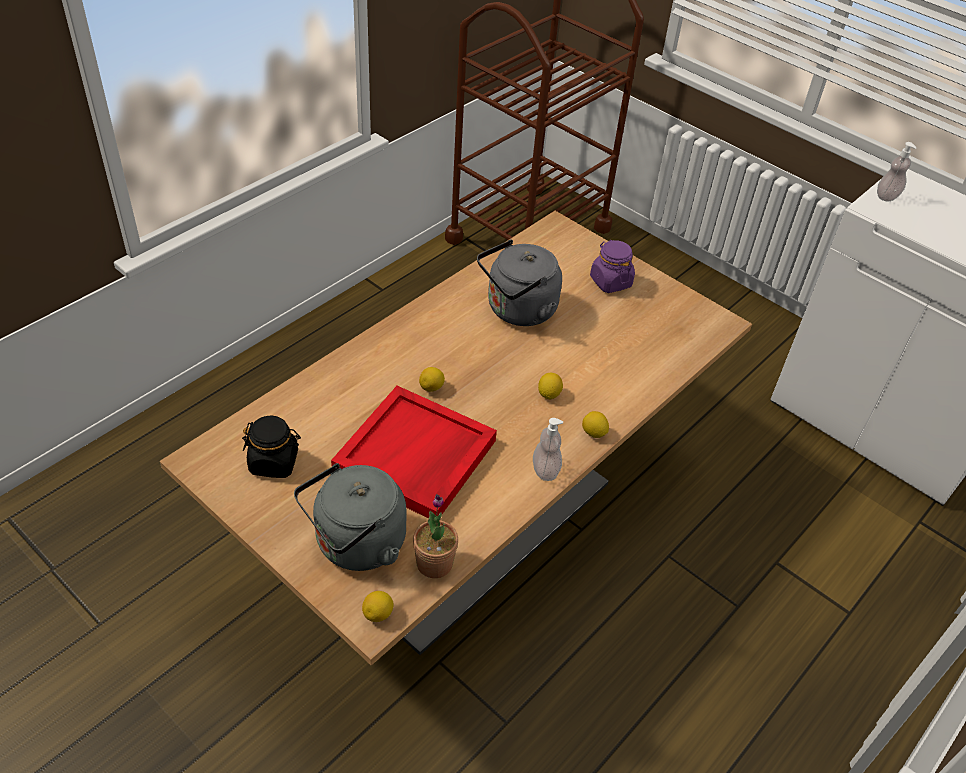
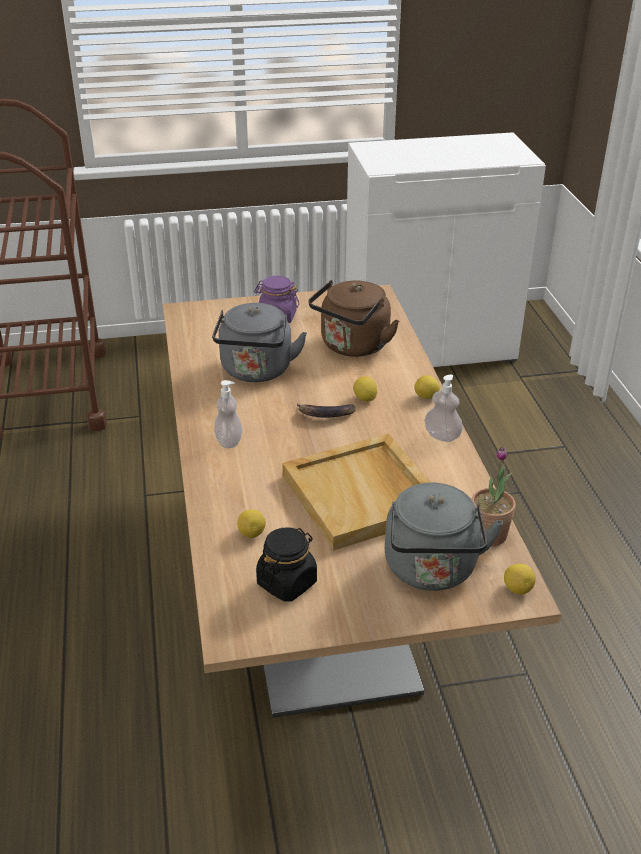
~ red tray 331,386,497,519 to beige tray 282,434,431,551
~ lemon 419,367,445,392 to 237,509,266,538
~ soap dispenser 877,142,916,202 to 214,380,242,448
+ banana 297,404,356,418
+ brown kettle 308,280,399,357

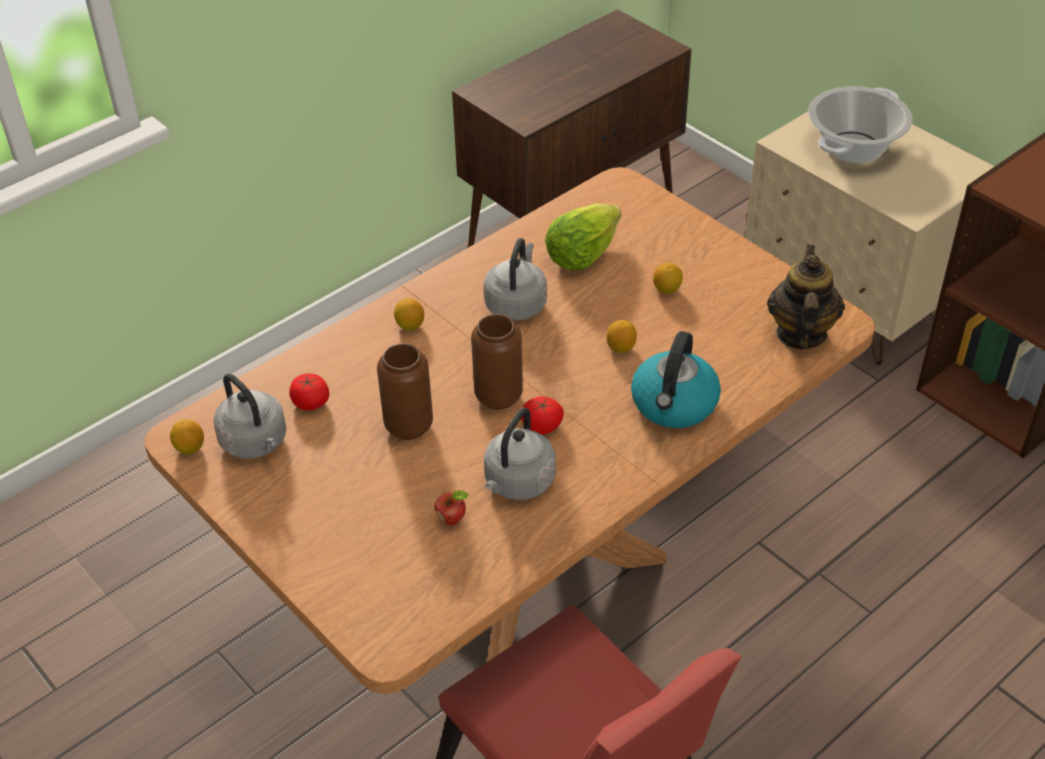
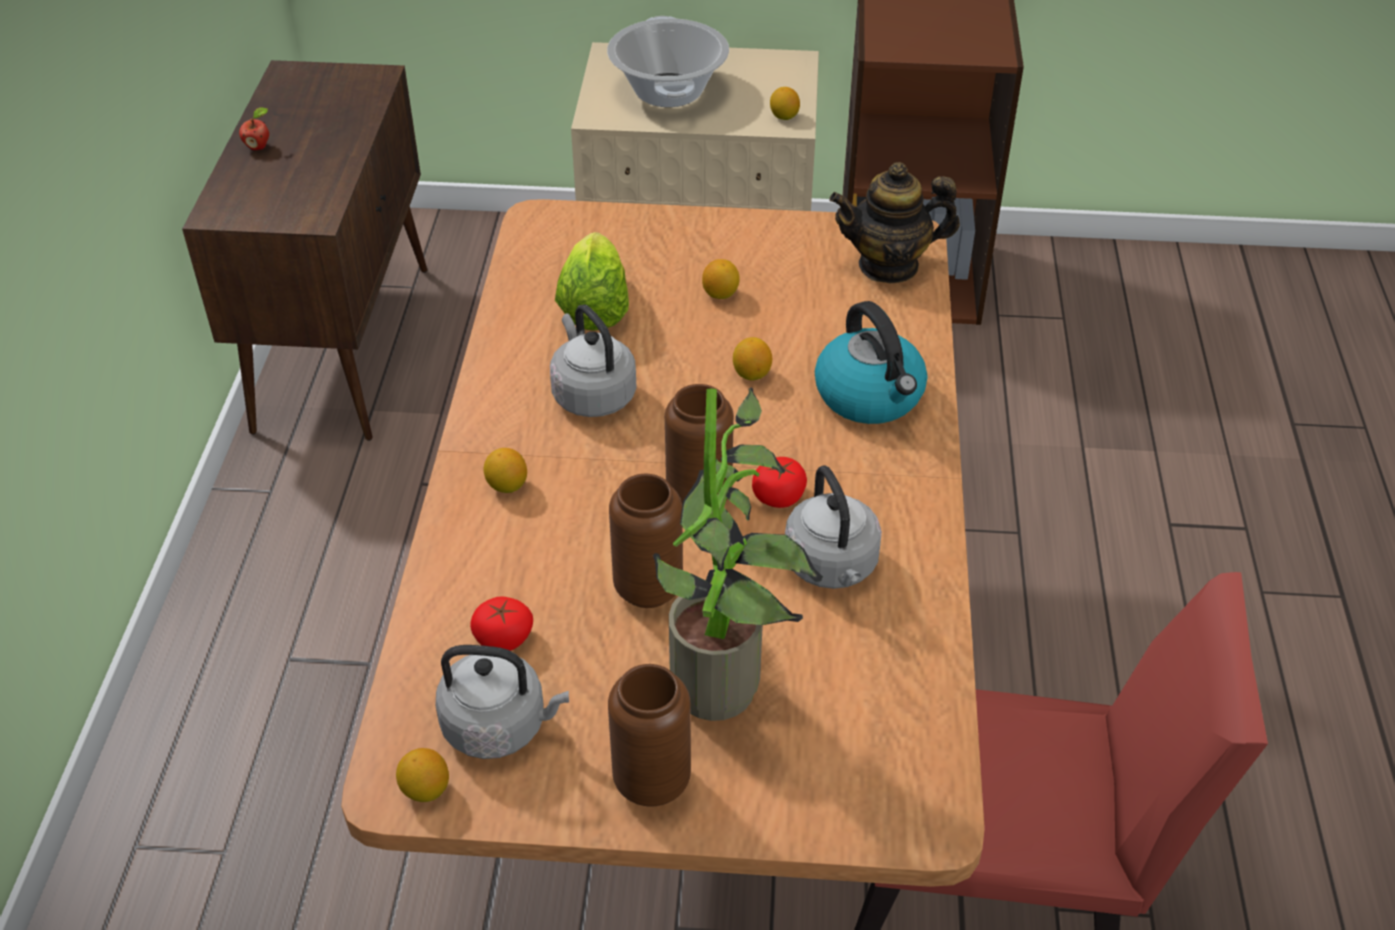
~ apple 434,490,469,525 to 239,107,269,150
~ teapot 767,245,845,349 = 829,162,960,284 60 degrees counterclockwise
+ brown vase 608,664,691,807
+ potted plant 653,388,823,721
+ lemon 770,87,800,120

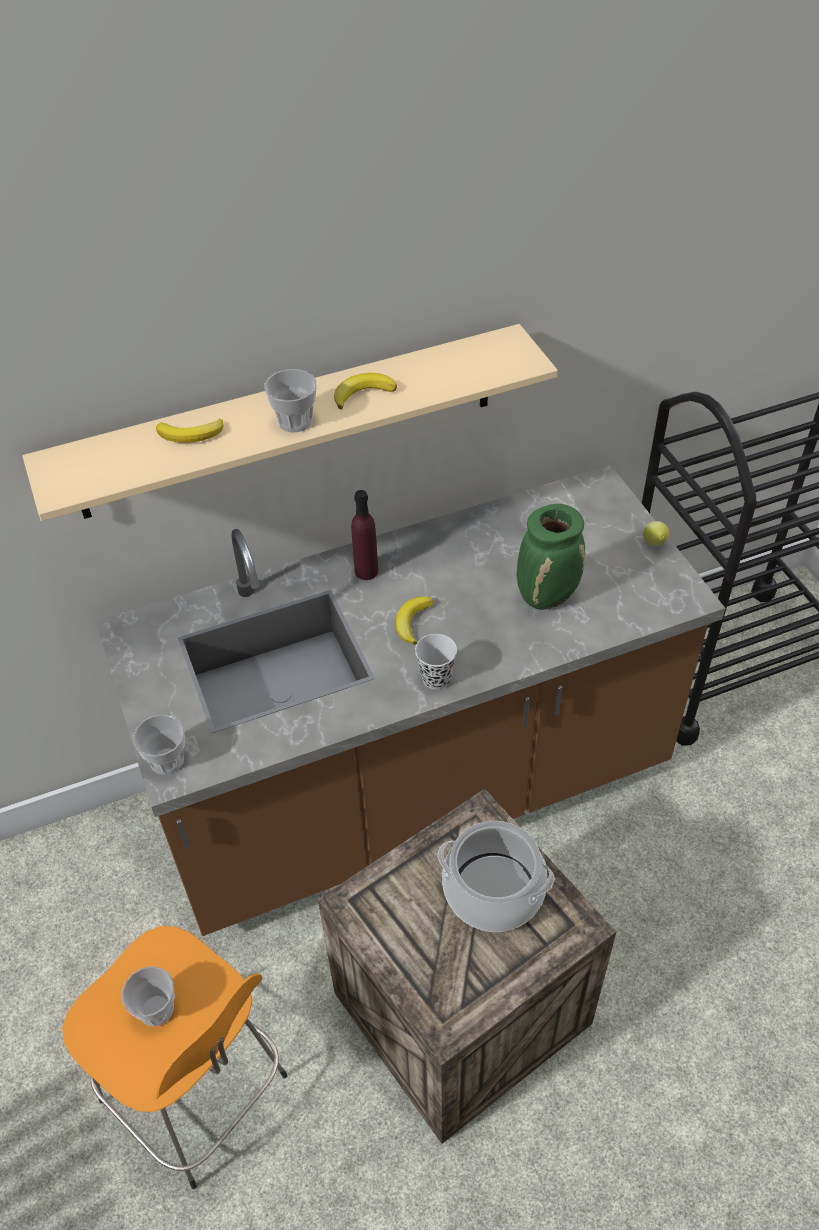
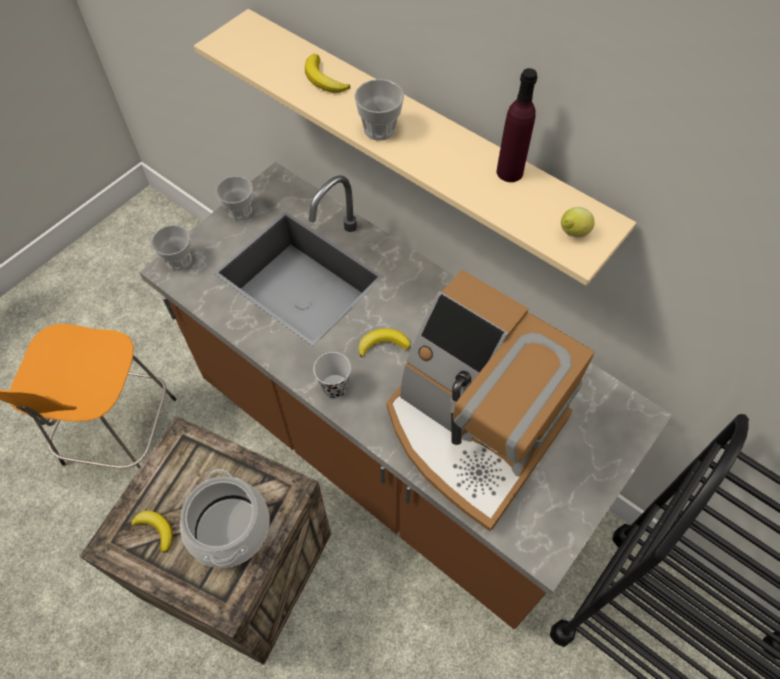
~ cup 122,966,175,1026 to 216,176,253,220
~ banana 334,373,397,410 to 131,511,173,553
~ purple bottle 351,490,378,580 to 497,68,537,182
~ green vase 517,504,585,610 to coffee machine 386,270,594,531
~ lemon 643,521,669,546 to 561,207,595,238

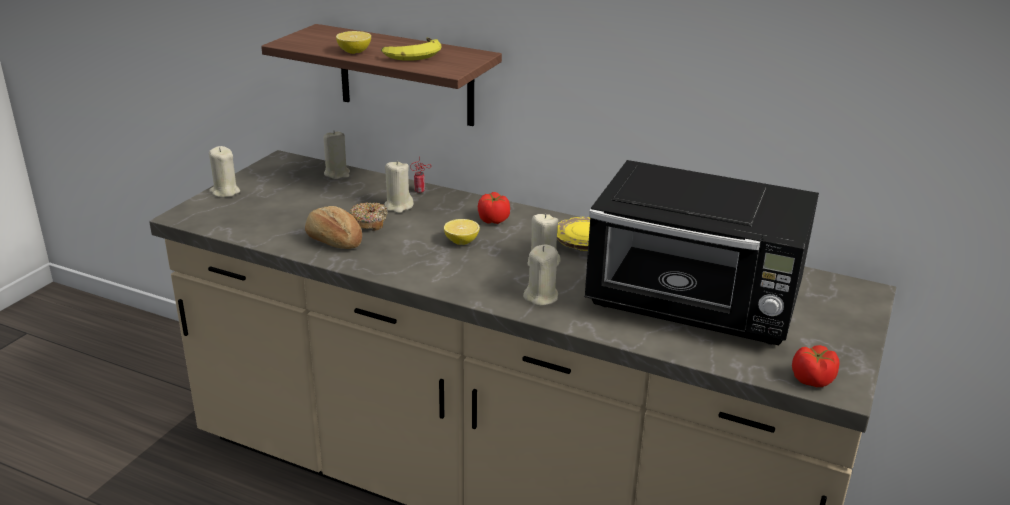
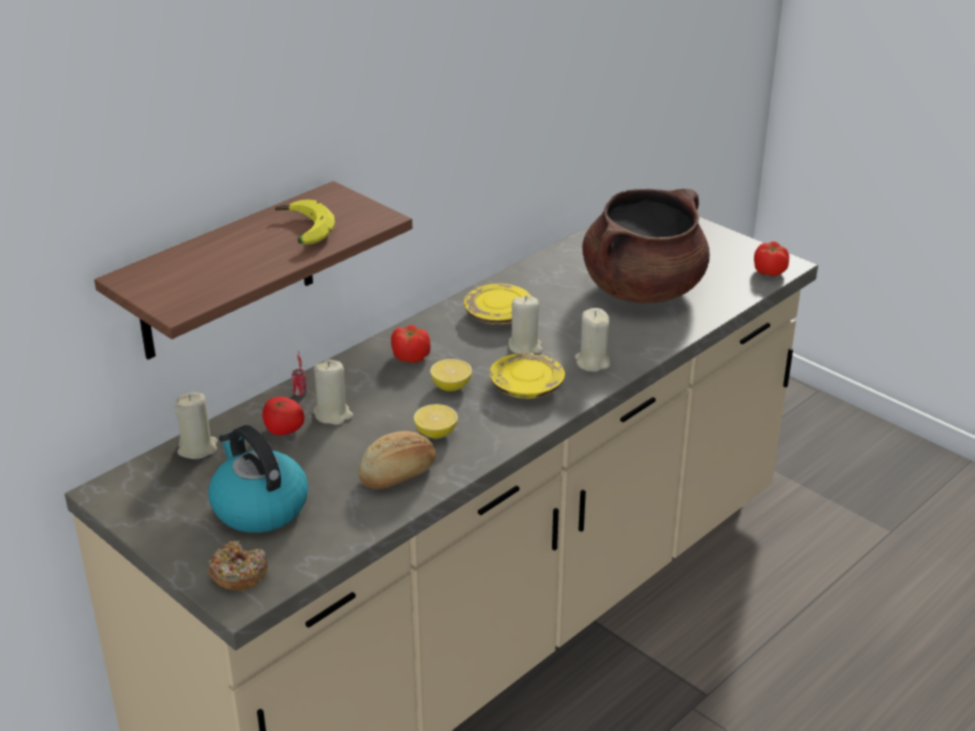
- beige candle 209,146,240,198
~ lemon 336,31,371,54 to 414,404,458,439
~ donut 350,202,387,231 to 208,540,268,591
~ black microwave 584,160,819,346 to brown cooking pot 582,189,710,303
+ kettle 208,425,308,533
+ tomato 262,397,305,435
+ yellow plate 490,353,565,399

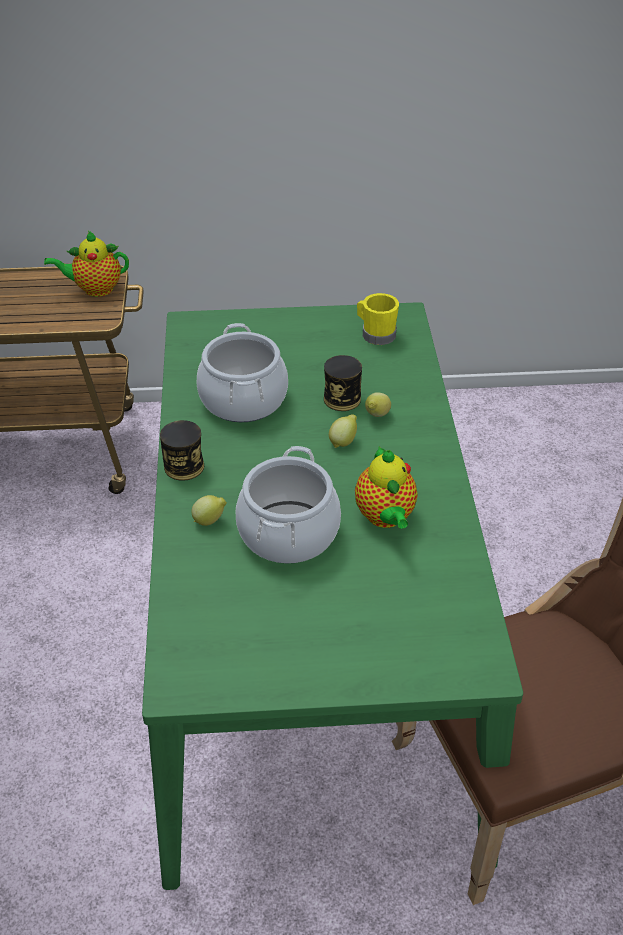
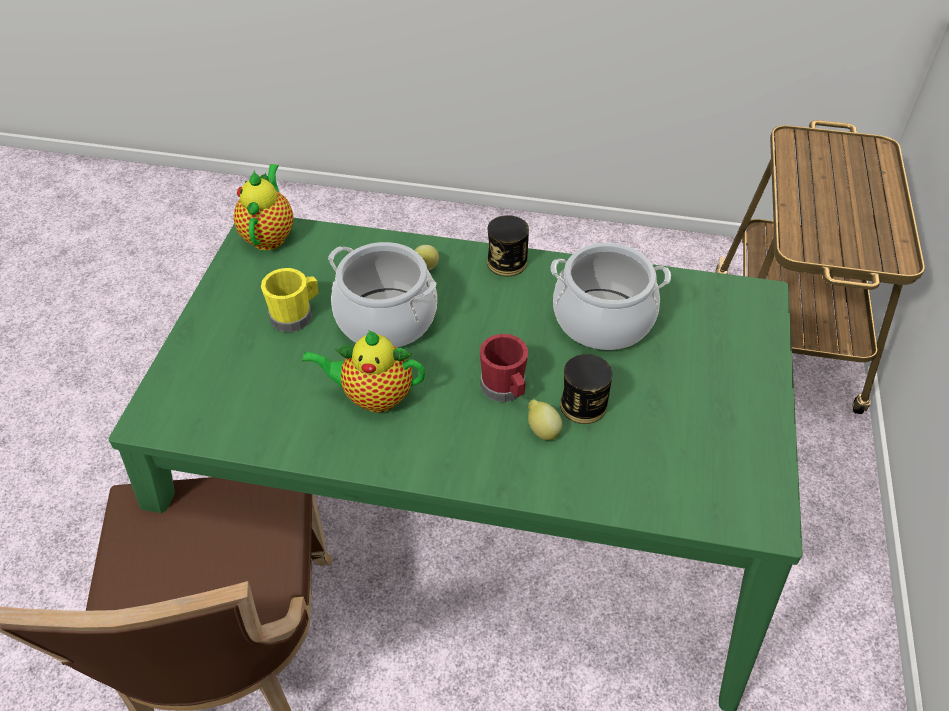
~ teapot 44,231,129,297 to 234,164,293,250
~ lemon 329,414,357,448 to red mug 480,334,528,402
~ yellow mug 357,293,399,345 to 261,268,318,332

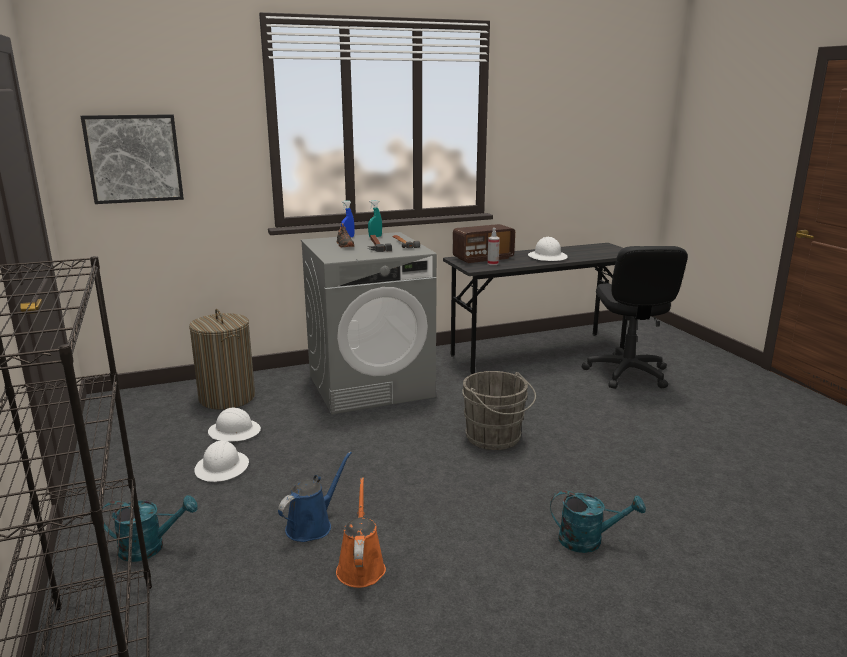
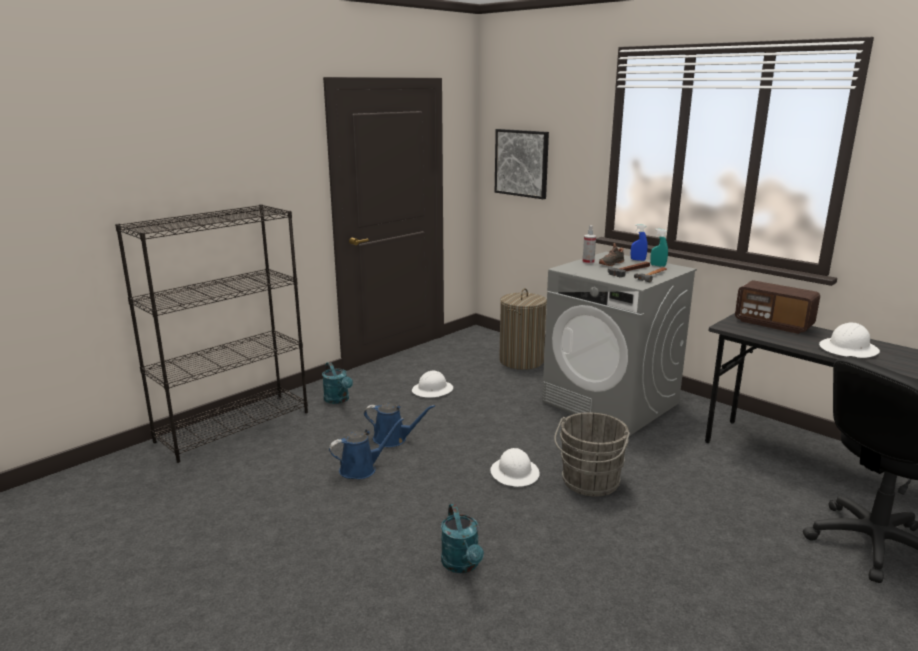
~ white hard hat 208,408,261,442 to 490,448,540,487
~ orange watering can 336,478,386,588 to blue watering can 329,418,404,479
~ spray bottle 487,228,500,265 to 583,225,596,264

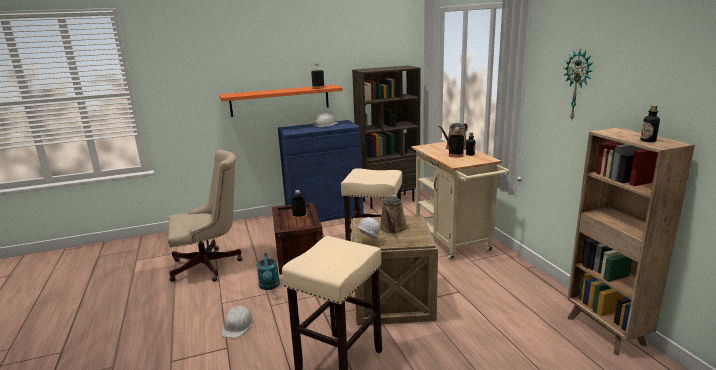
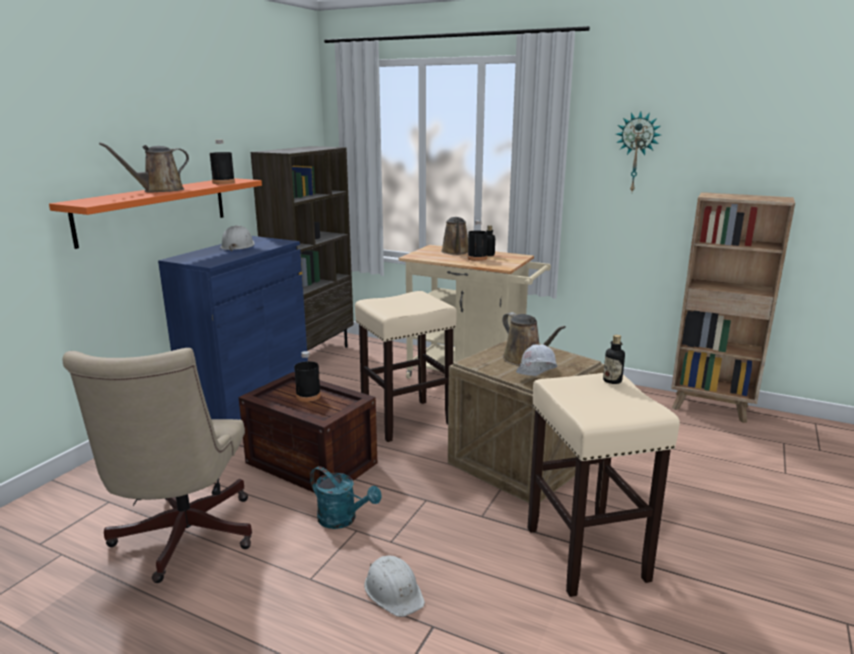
~ beige office chair 168,150,243,282 = 63,348,252,583 150 degrees clockwise
~ bottle 641,105,660,142 to 603,335,625,384
+ brown watering can 99,143,189,193

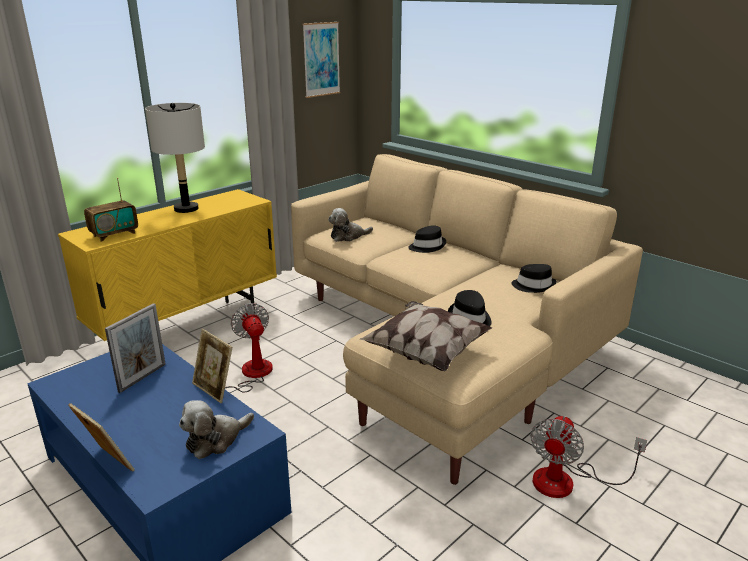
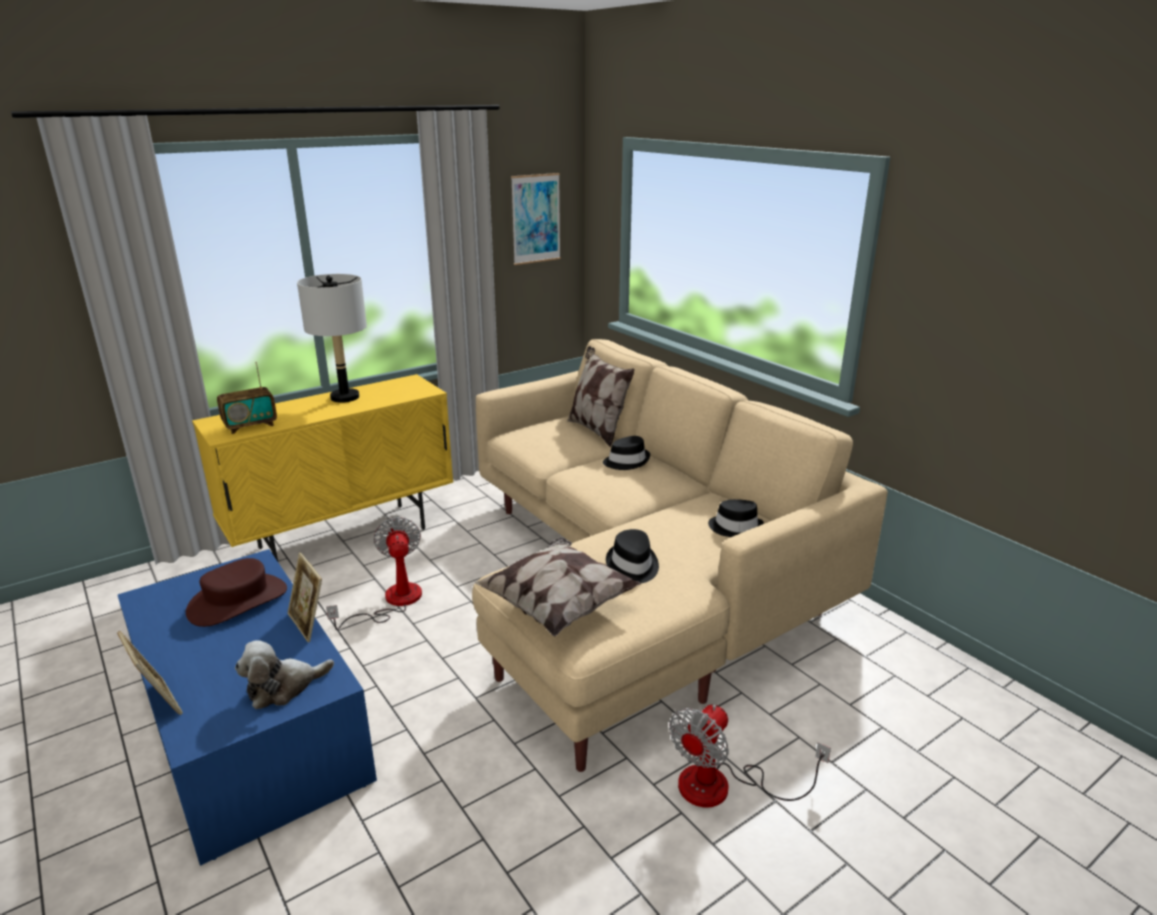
~ picture frame 105,303,166,393 to brown hat 186,558,287,627
- plush toy 328,208,373,242
+ pillow 567,346,635,447

